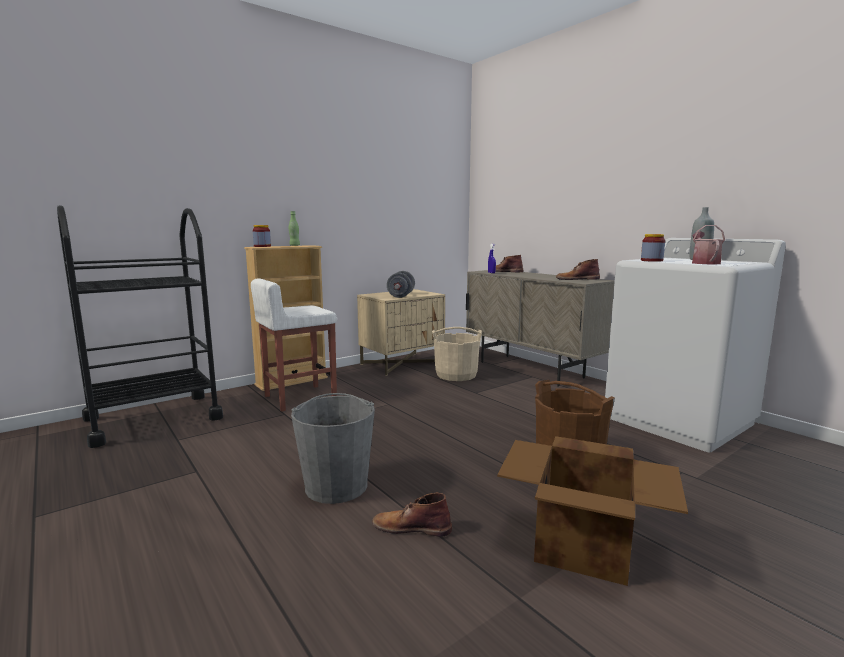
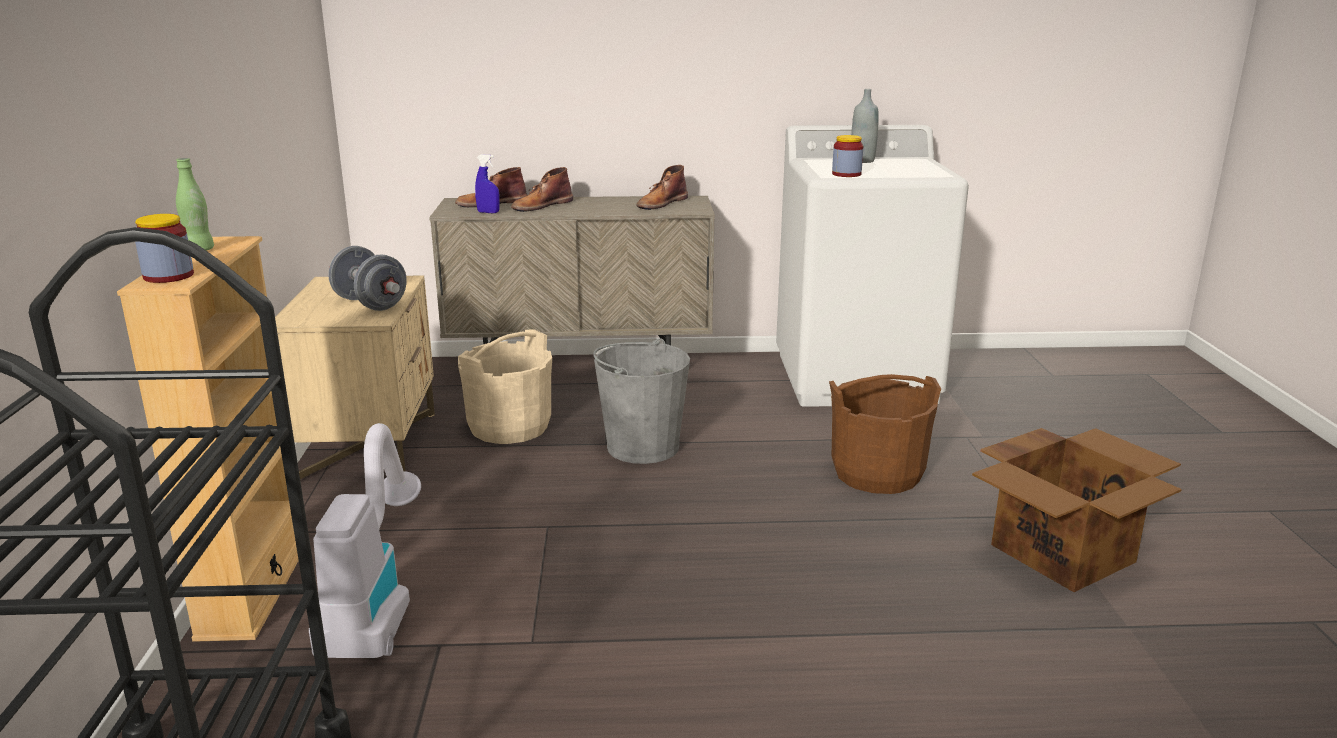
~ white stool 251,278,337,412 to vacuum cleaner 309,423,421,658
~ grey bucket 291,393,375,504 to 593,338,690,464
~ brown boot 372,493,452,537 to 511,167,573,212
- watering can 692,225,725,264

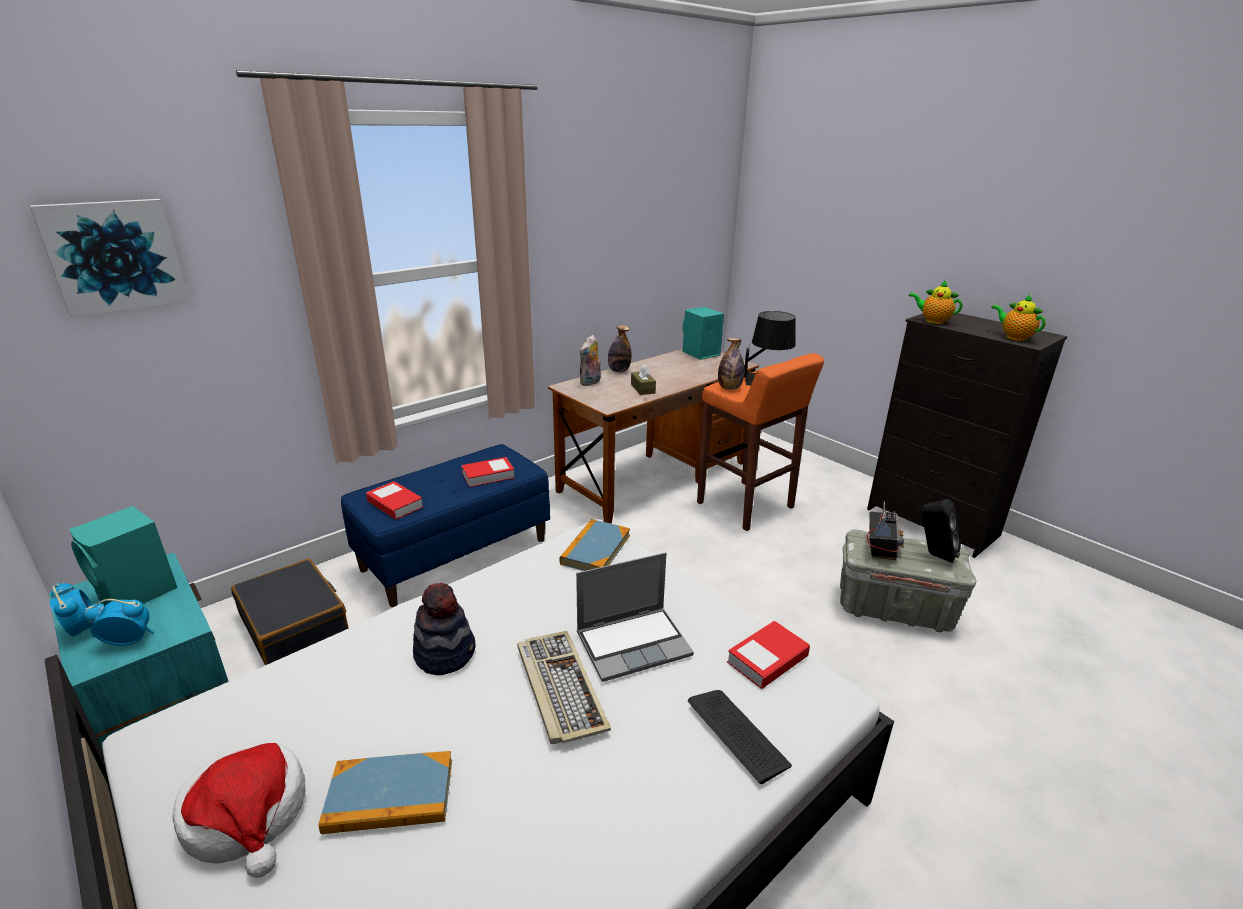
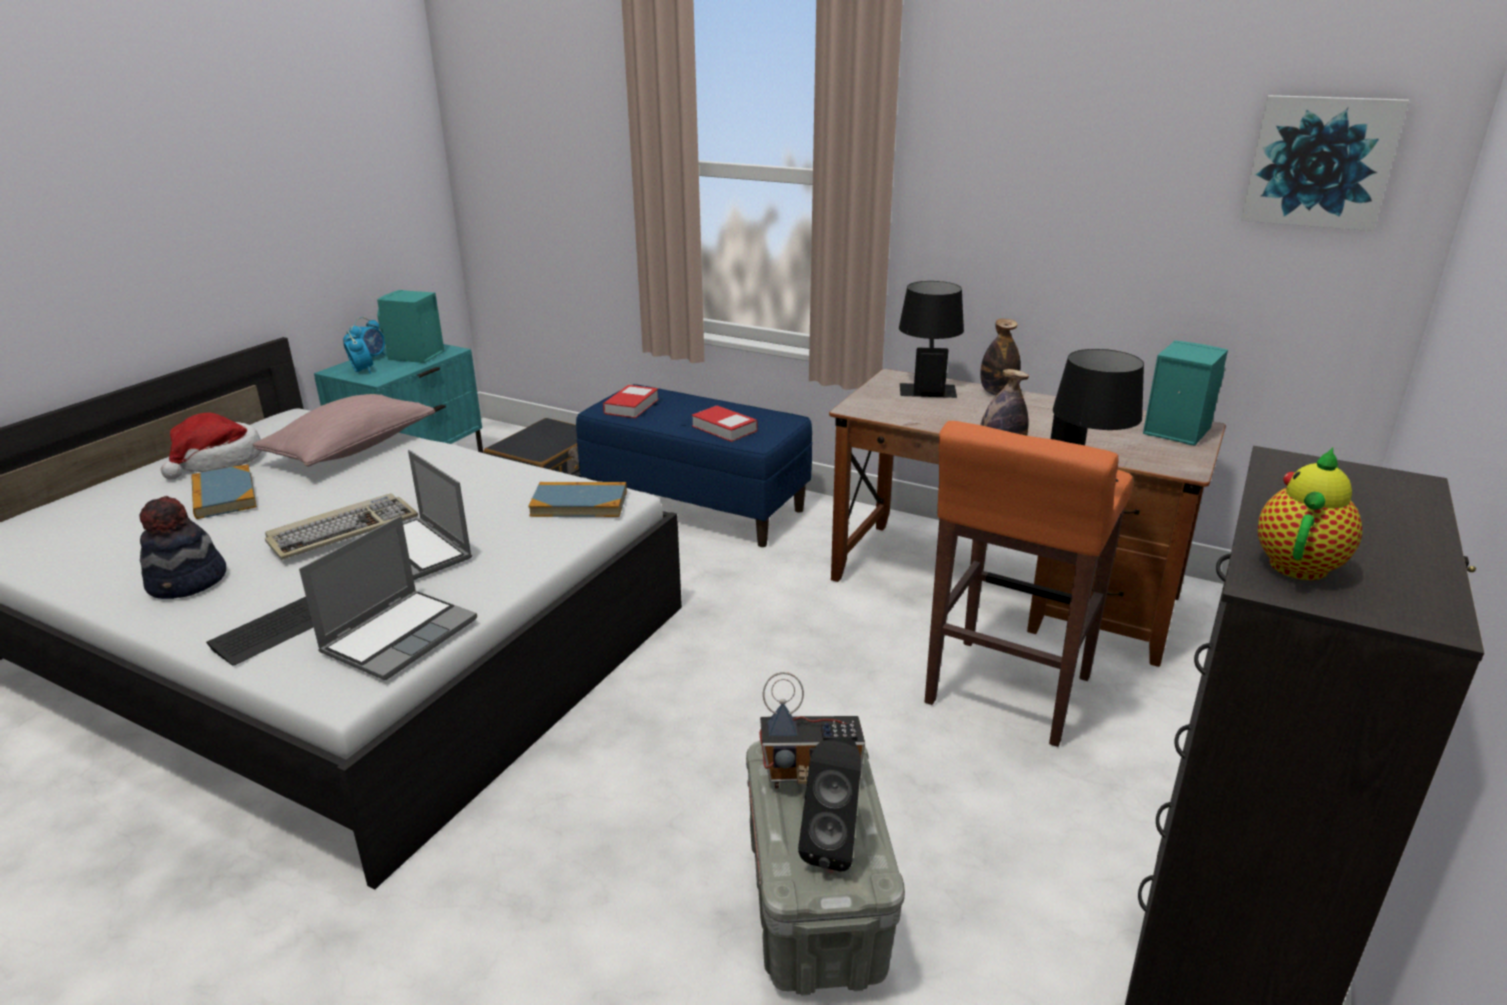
~ picture 30,199,189,317 to 1241,95,1409,231
~ hat 413,583,476,675 to 139,496,226,599
~ plush toy 580,335,601,386 to black table lamp 899,281,964,398
- brown tissue box 631,365,656,395
~ book 727,621,810,689 to laptop 299,516,477,680
- teapot 909,280,962,324
+ pink pillow 253,394,435,467

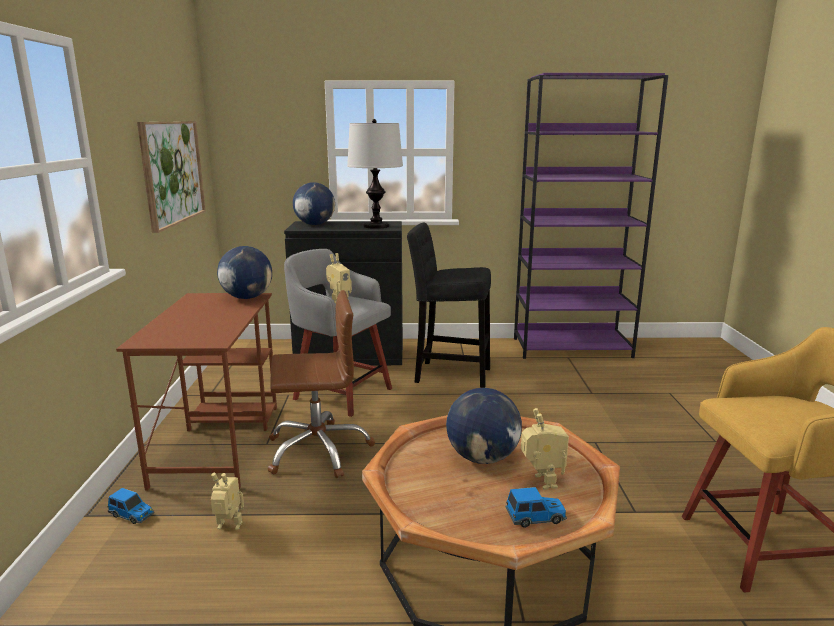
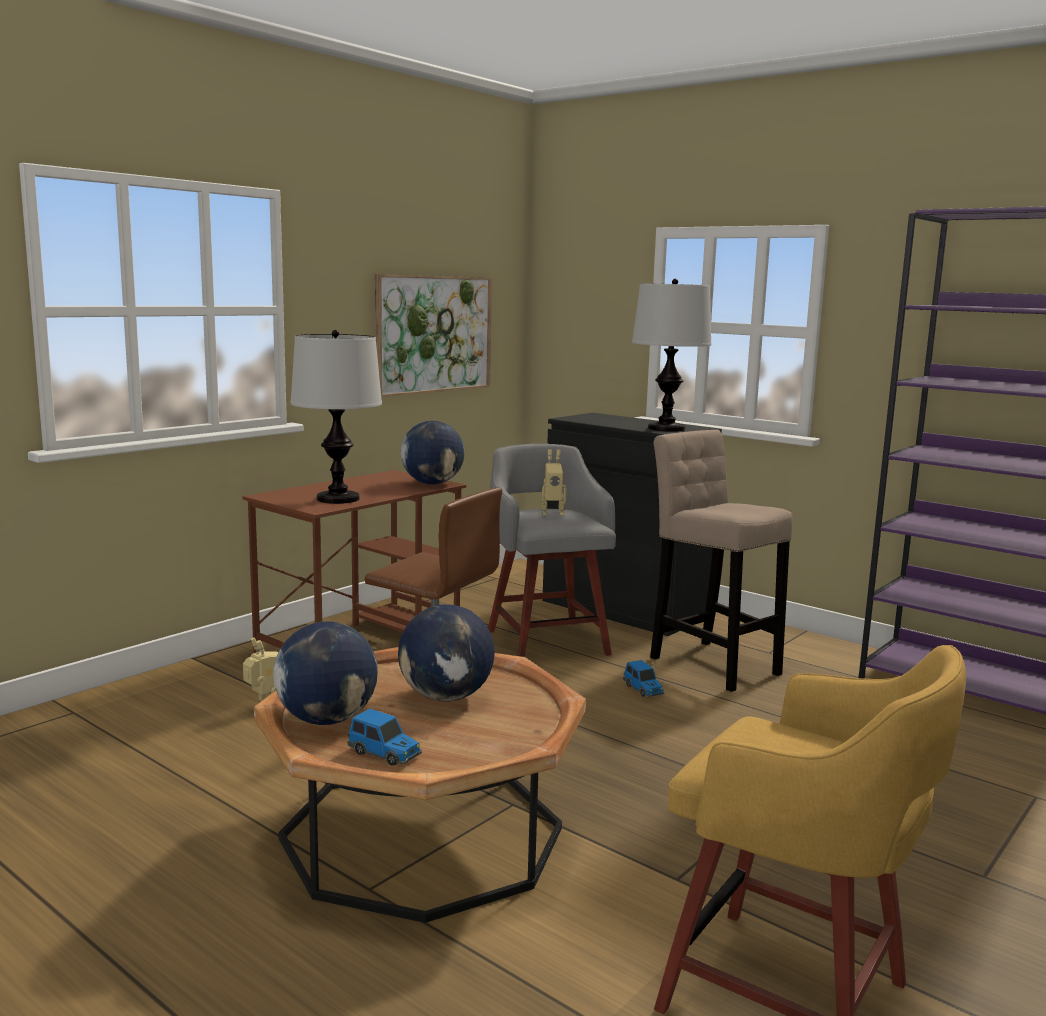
~ toy car 107,488,154,524 to 623,660,664,697
~ globe 293,182,335,225 to 273,621,378,725
~ black stool 407,222,491,388 to beige stool 650,430,793,692
- toy robot 521,408,569,490
+ table lamp 290,330,382,504

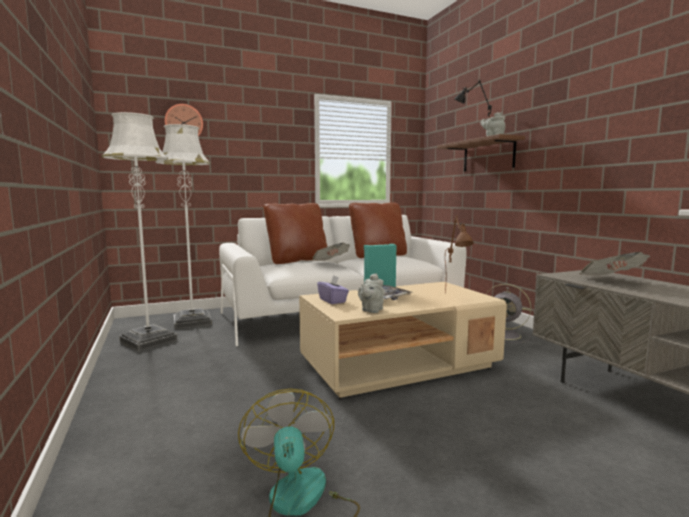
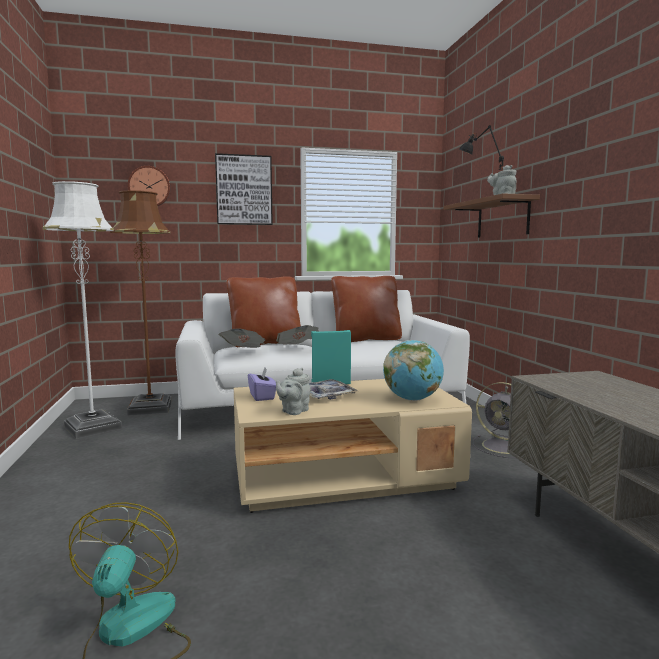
~ white floor lamp 155,124,212,329 to brown floor lamp 110,190,172,416
~ brown table lamp 445,216,474,293 to globe 383,340,444,401
~ newspaper 579,252,650,276 to 219,328,266,348
+ picture 215,153,273,225

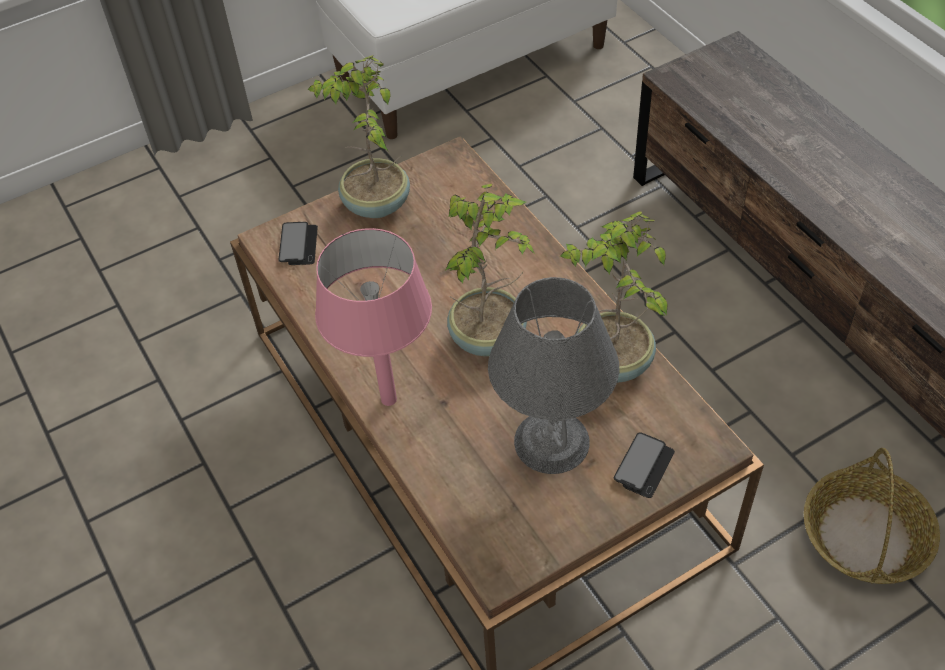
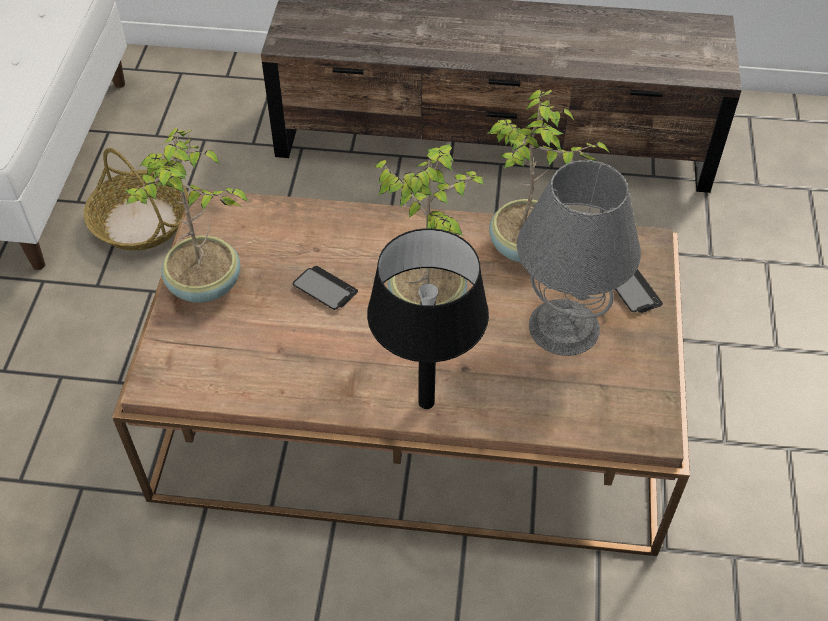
~ phone 278,222,318,265 to 293,266,358,310
~ pink table lamp 315,228,432,406 to black table lamp 367,228,489,409
~ basket 804,448,940,584 to 84,148,189,251

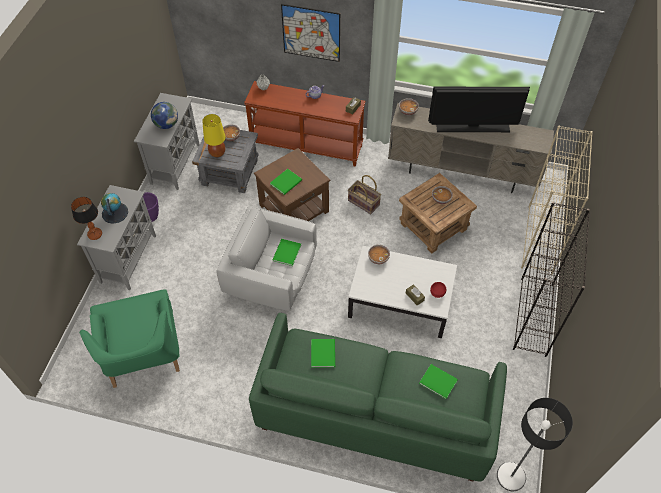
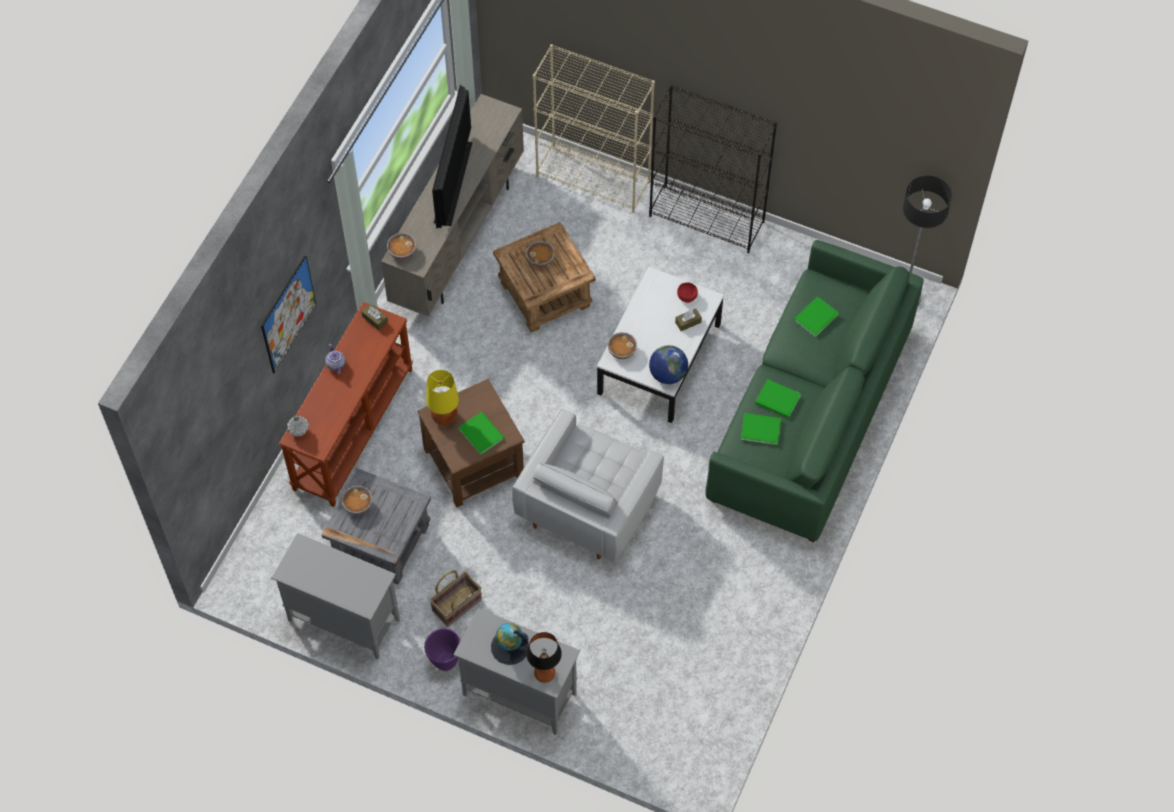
- green armchair 79,289,180,388
~ globe 151,102,178,129 to 649,345,688,384
~ yellow table lamp 202,114,225,157 to 426,370,459,425
~ green book 272,239,301,266 to 755,380,801,418
~ basket 348,175,381,214 to 430,570,482,627

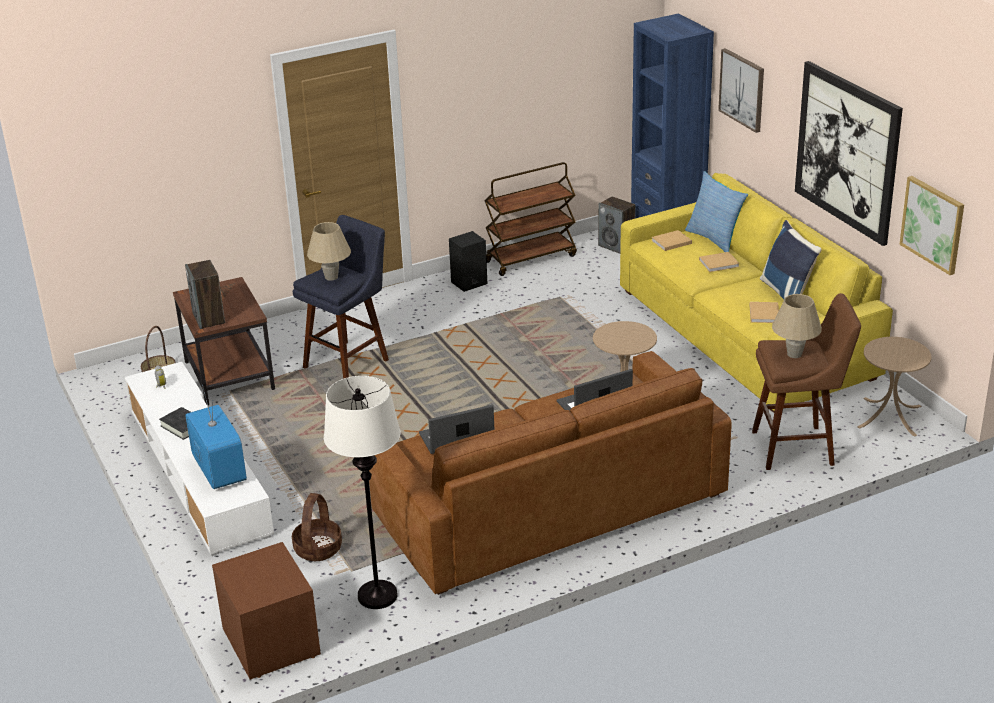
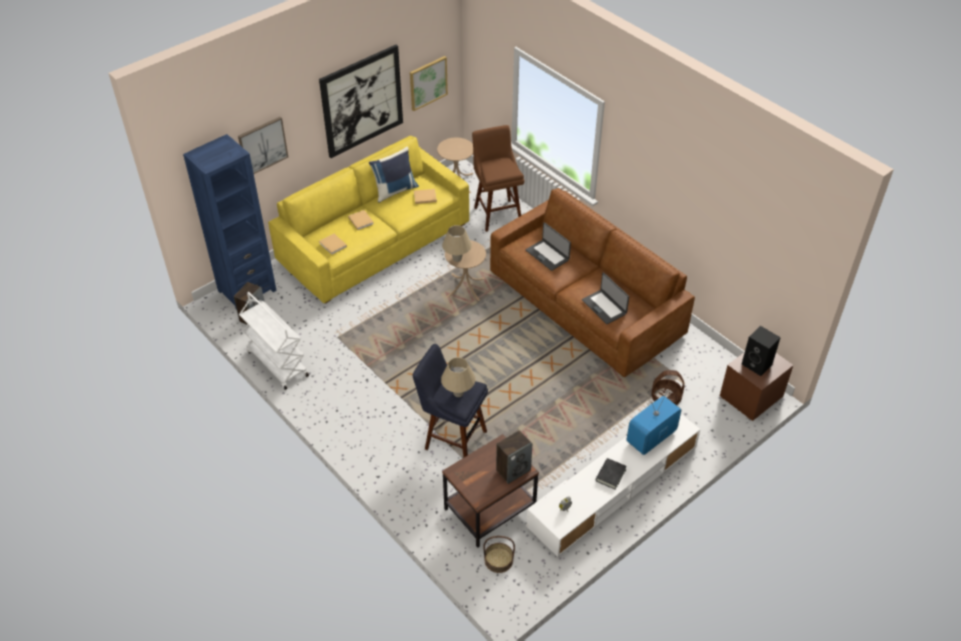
- white floor lamp 324,376,401,609
~ black speaker 449,231,487,292 to 742,326,781,376
~ brown cart 485,162,577,276 to white cart 239,292,309,390
- pillow 685,171,748,252
~ beige table lamp 772,294,822,358 to 442,225,472,262

